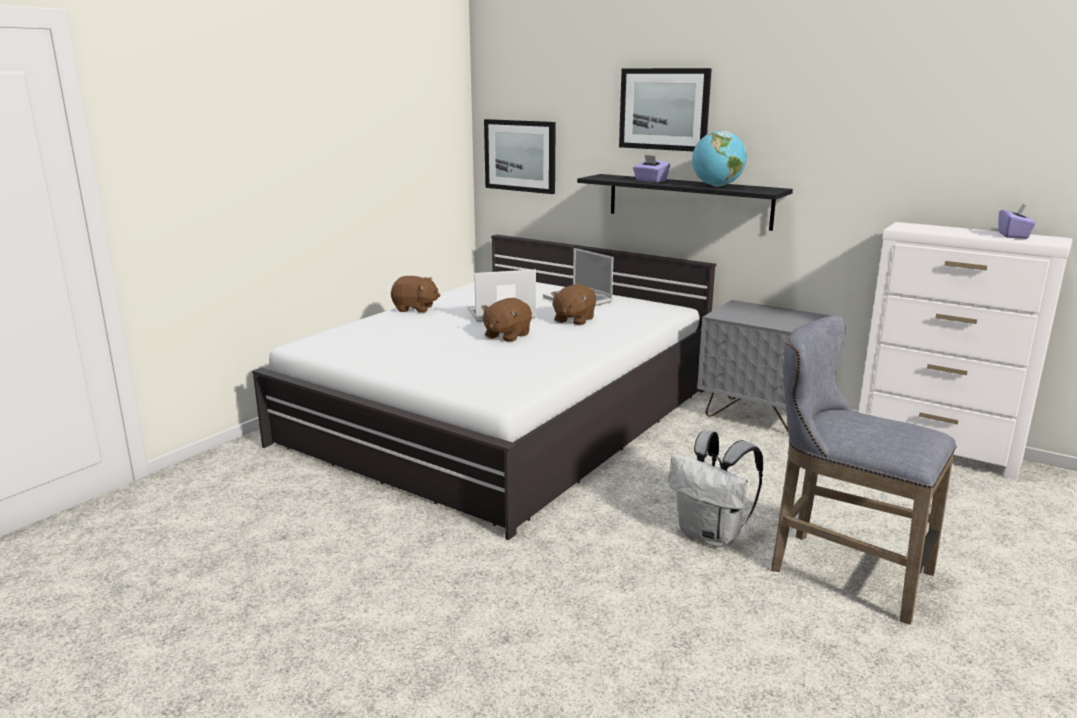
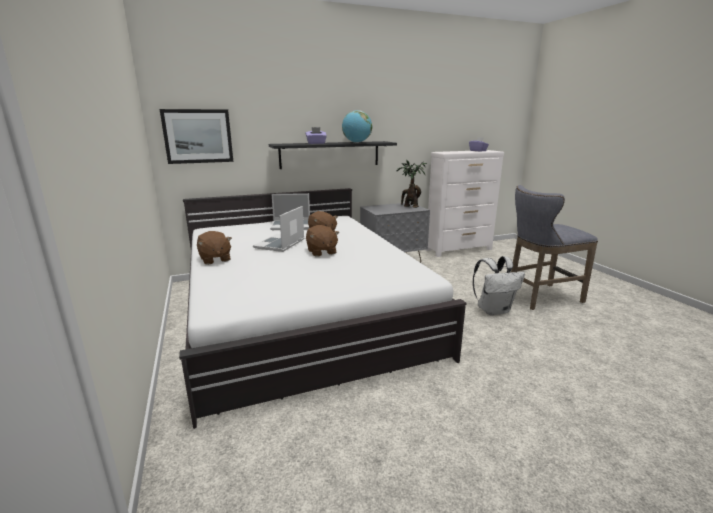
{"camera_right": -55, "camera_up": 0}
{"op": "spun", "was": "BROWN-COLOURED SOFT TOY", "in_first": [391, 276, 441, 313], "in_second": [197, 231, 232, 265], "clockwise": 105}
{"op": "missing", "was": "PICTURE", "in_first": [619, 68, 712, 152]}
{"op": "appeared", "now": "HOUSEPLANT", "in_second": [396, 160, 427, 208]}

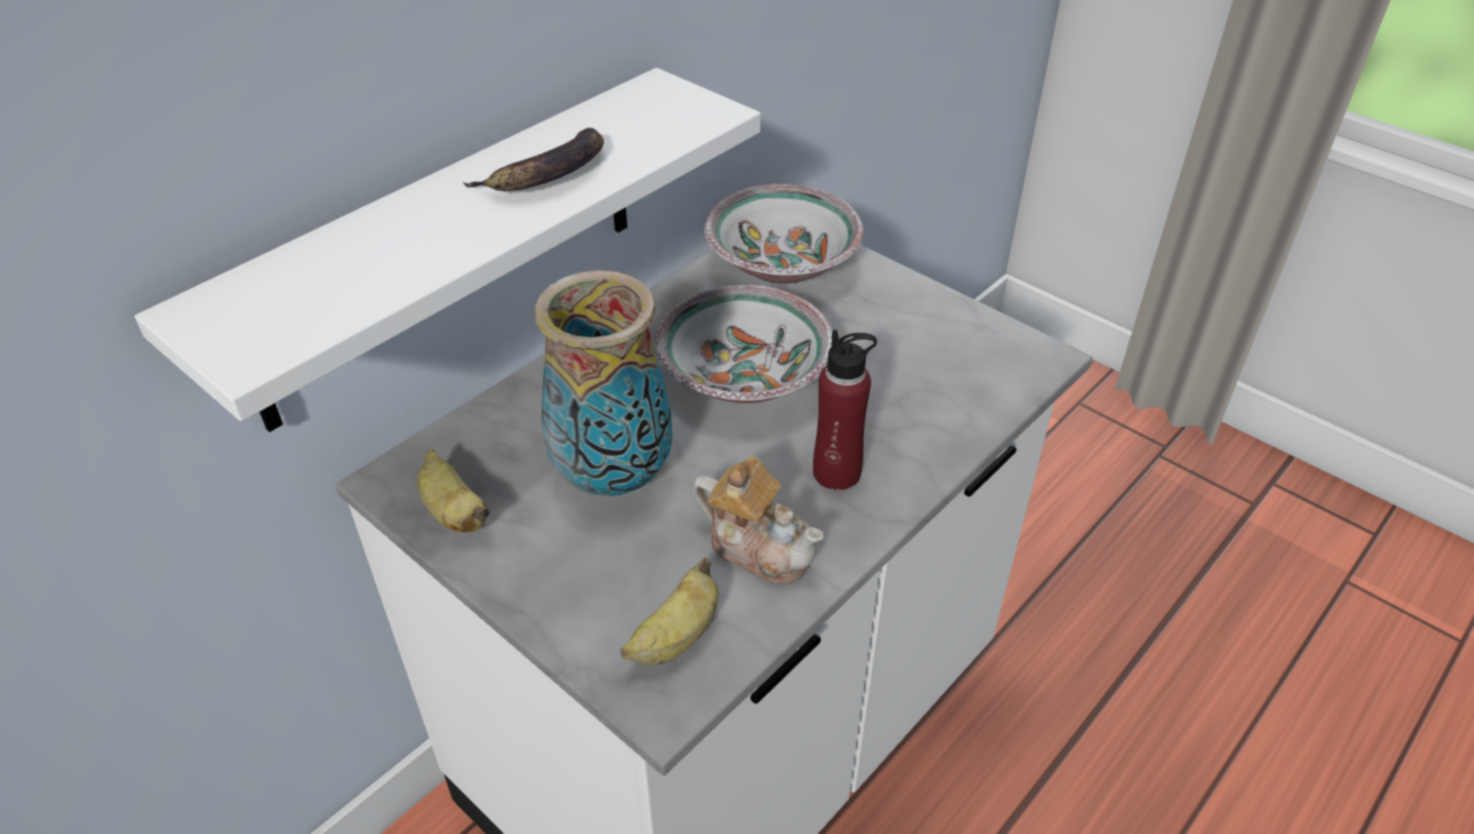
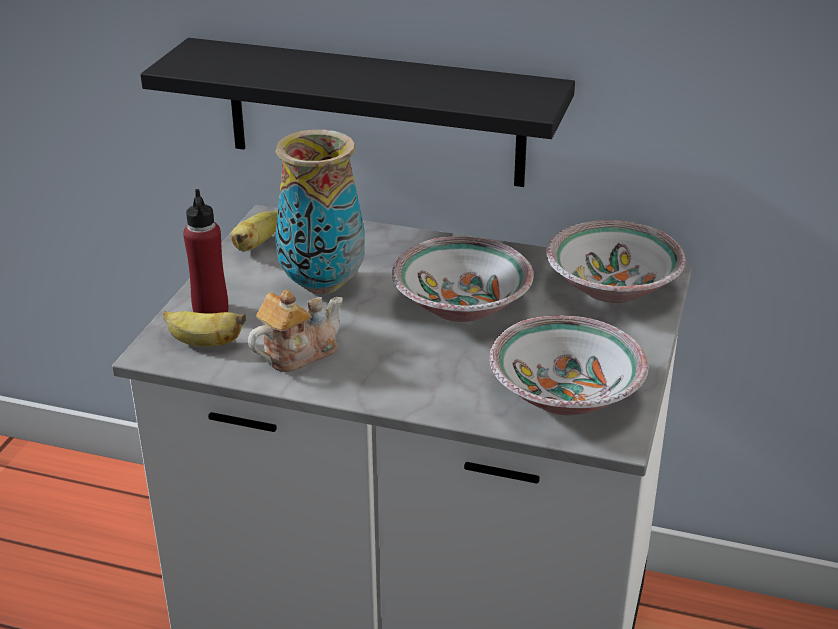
{"camera_right": 65, "camera_up": -10}
{"op": "colour", "was": "WHITE-COLOURED SHELF", "now": "BLACK SHELF", "in_first": [135, 68, 761, 432], "in_second": [140, 38, 575, 187]}
{"op": "missing", "was": "WHOLE BANANA", "in_first": [463, 128, 604, 191]}
{"op": "spun", "was": "TEAPOT", "in_first": [693, 457, 823, 585], "in_second": [248, 290, 343, 372], "clockwise": -135}
{"op": "relocated", "was": "REDDISH DRINK BOTTLE", "in_first": [813, 330, 877, 490], "in_second": [183, 189, 228, 314]}
{"op": "appeared", "now": "BOWL", "in_second": [489, 315, 649, 415]}

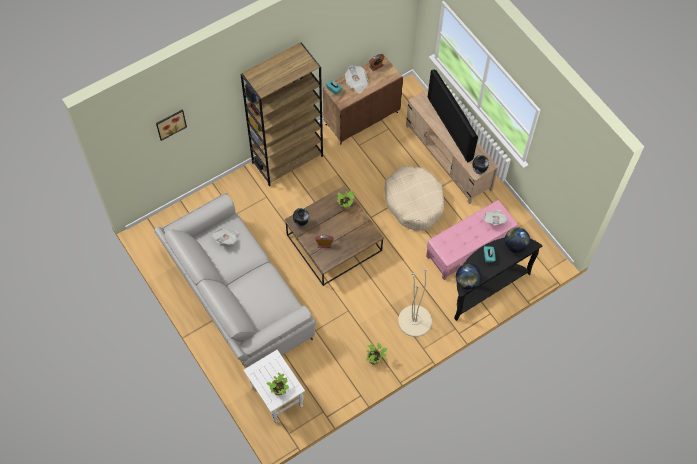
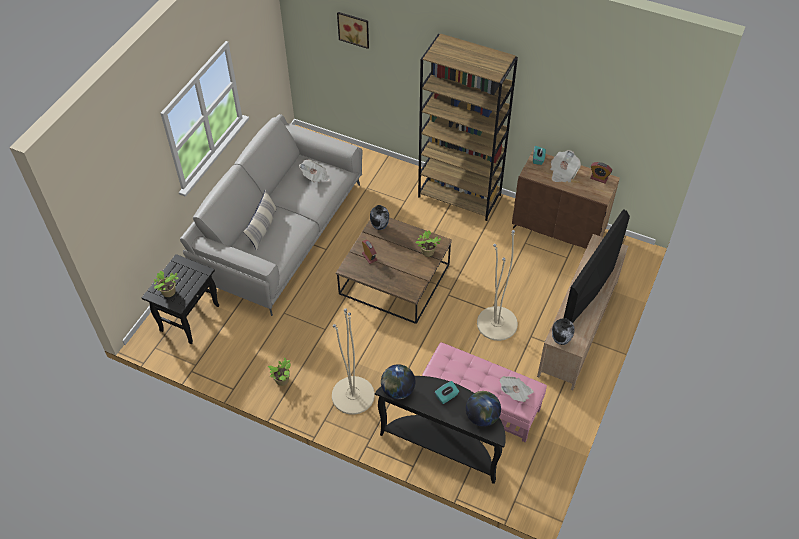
{"camera_right": 60, "camera_up": -10}
{"op": "colour", "was": "WHITE-COLOURED END TABLE", "now": "BLACK END TABLE", "in_first": [243, 350, 305, 423], "in_second": [142, 254, 219, 344]}
{"op": "exchanged", "was": "SAND-COLOURED PET BED", "now": "SAND-COLOURED STANDARD LAMP", "in_first": [384, 166, 444, 231], "in_second": [477, 230, 518, 341]}
{"op": "appeared", "now": "CUSHION", "in_second": [244, 189, 277, 251]}

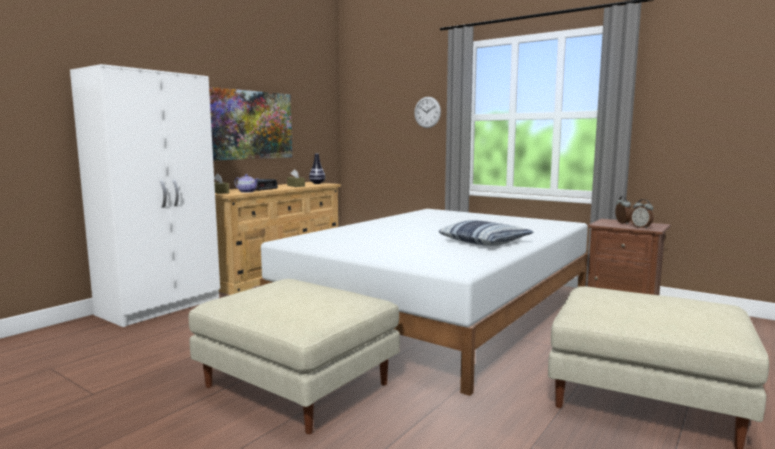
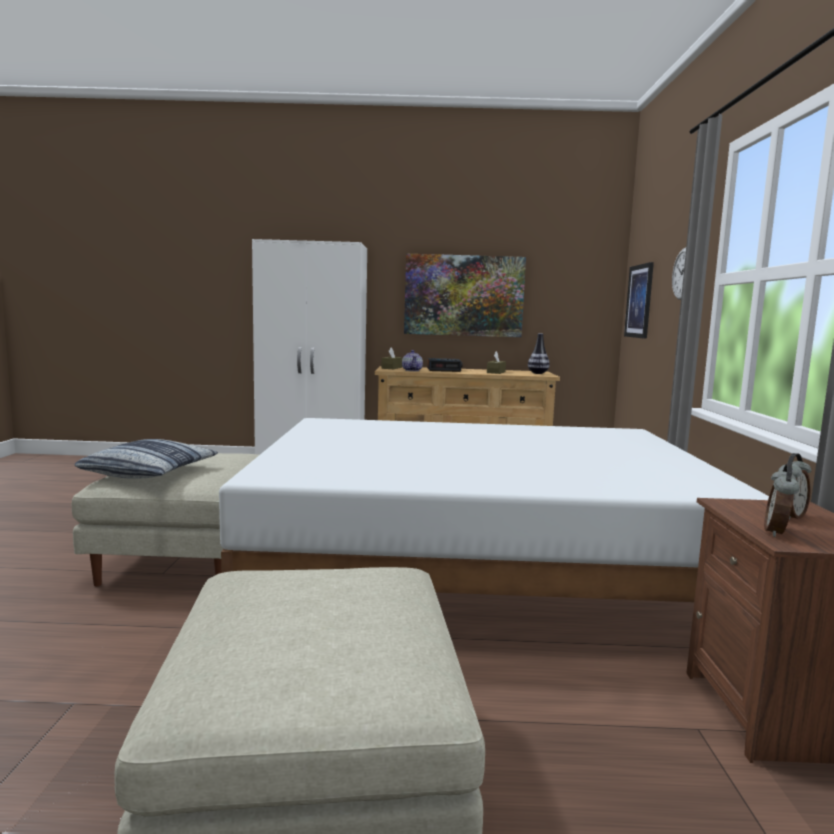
{"camera_right": 55, "camera_up": 0}
{"op": "relocated", "was": "CUSHION", "in_first": [439, 220, 534, 246], "in_second": [74, 439, 218, 479]}
{"op": "appeared", "now": "PICTURE", "in_second": [624, 262, 654, 339]}

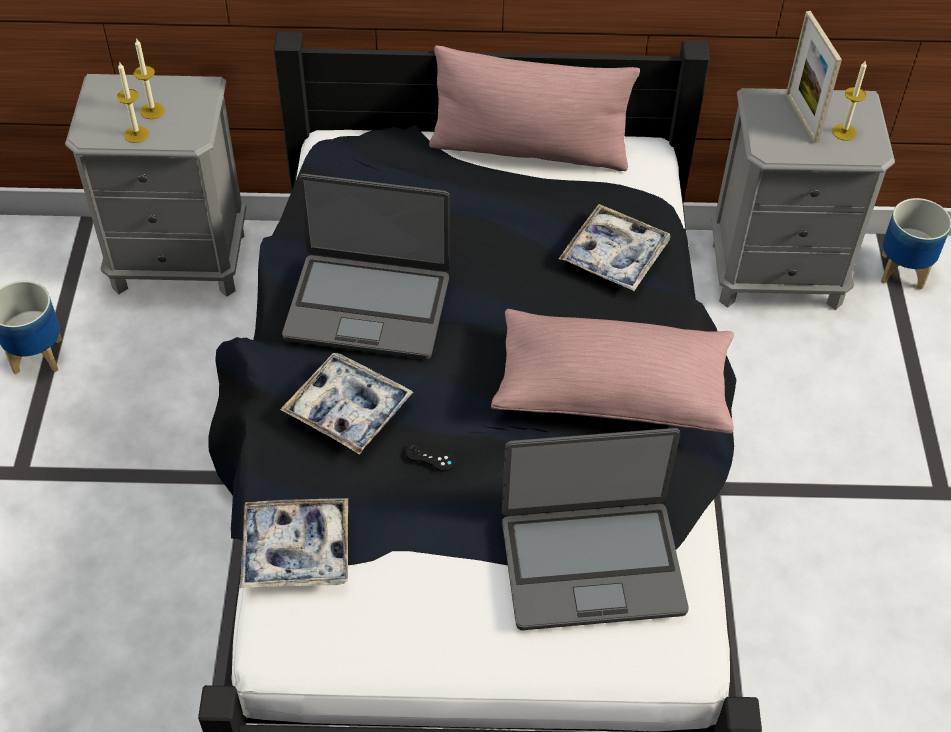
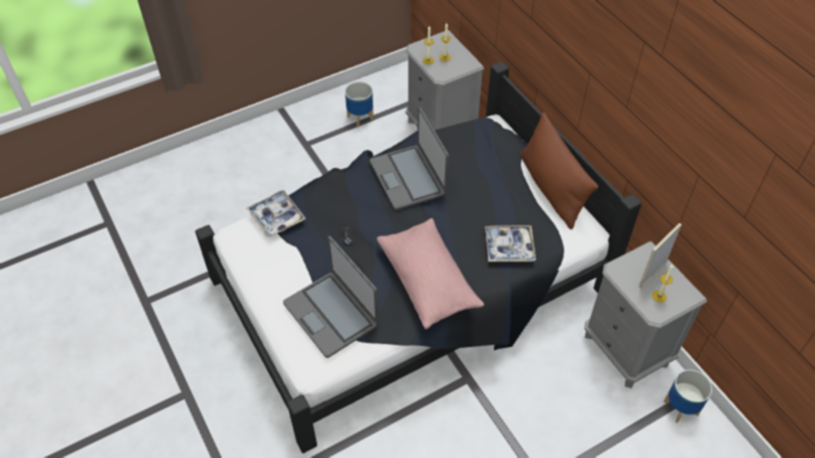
{"camera_right": 60, "camera_up": 0}
{"op": "missing", "was": "TRAY", "in_first": [280, 353, 413, 455]}
{"op": "colour", "was": "PINK CUSHION", "now": "BROWN-COLOURED CUSHION", "in_first": [429, 45, 640, 171], "in_second": [520, 112, 599, 229]}

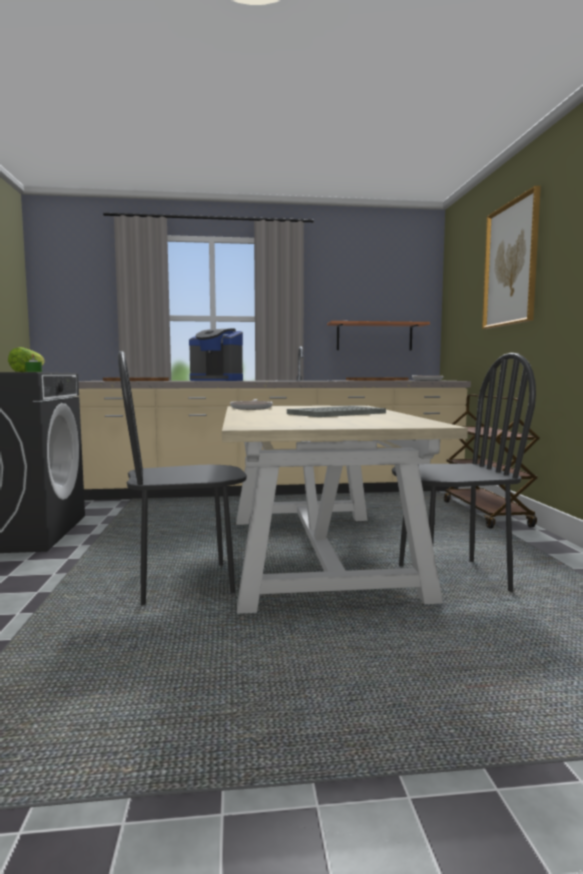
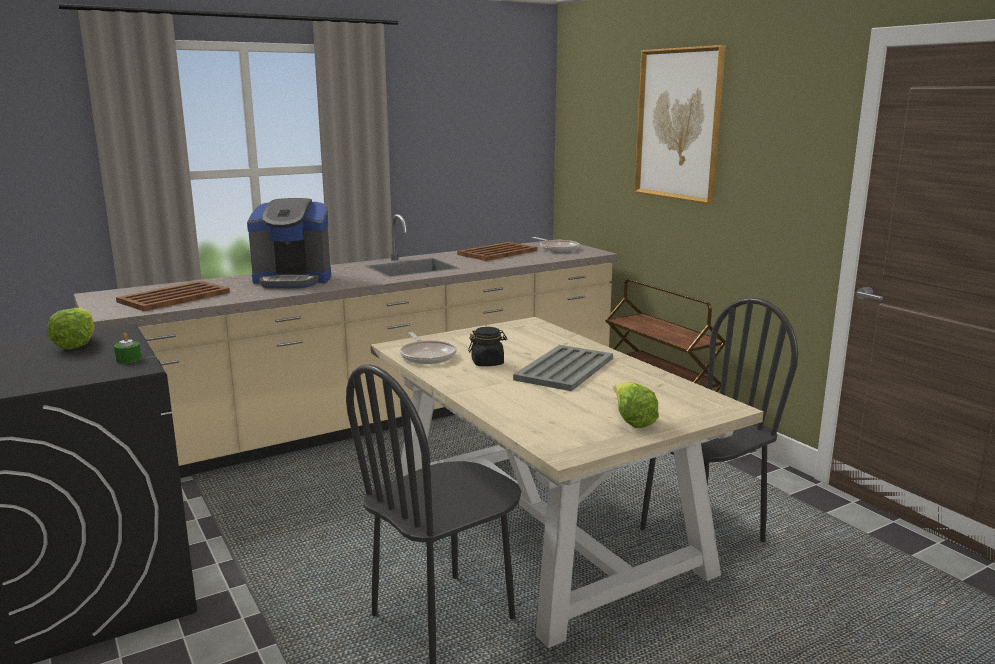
{"camera_right": -25, "camera_up": 10}
{"op": "missing", "was": "SHELF", "in_first": [327, 321, 430, 351]}
{"op": "appeared", "now": "BLACK STORAGE JAR", "in_second": [468, 327, 507, 366]}
{"op": "appeared", "now": "HEAD OF LETTUCE", "in_second": [613, 382, 659, 428]}

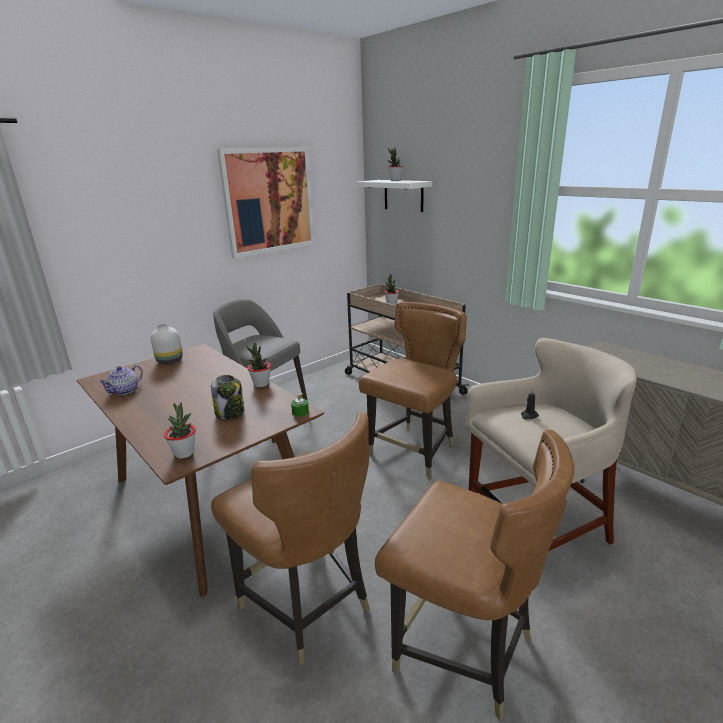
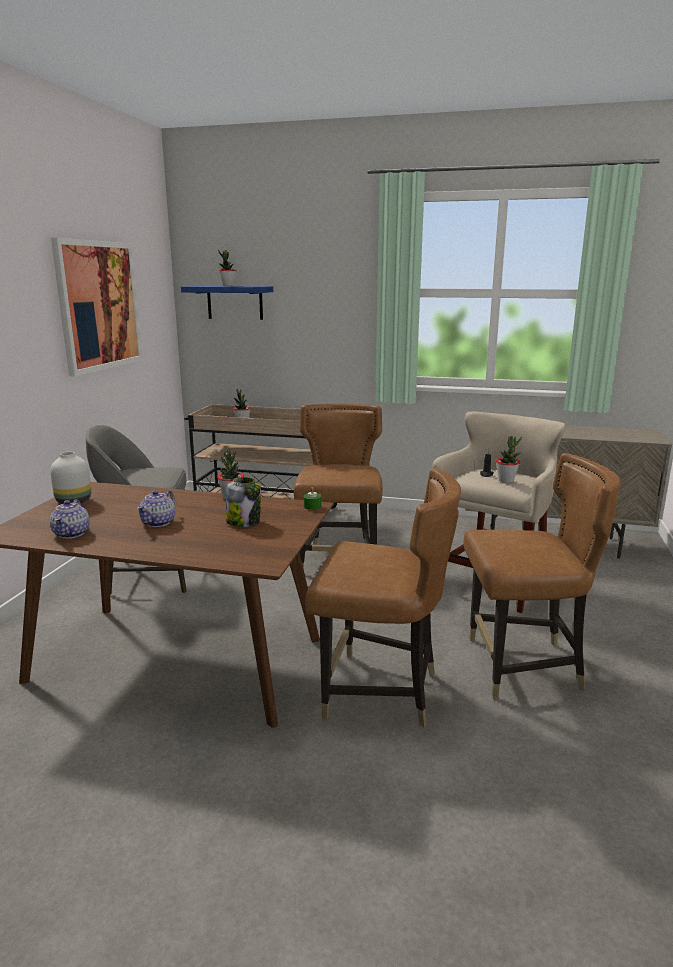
{"camera_right": -35, "camera_up": -5}
{"op": "relocated", "was": "HOUSEPLANT", "in_first": [164, 402, 196, 458], "in_second": [496, 436, 522, 483]}
{"op": "colour", "was": "WHITE-COLOURED SHELF", "now": "BLUISH SHELF", "in_first": [356, 180, 432, 212], "in_second": [181, 286, 273, 320]}
{"op": "appeared", "now": "TEAPOT", "in_second": [137, 490, 175, 527]}

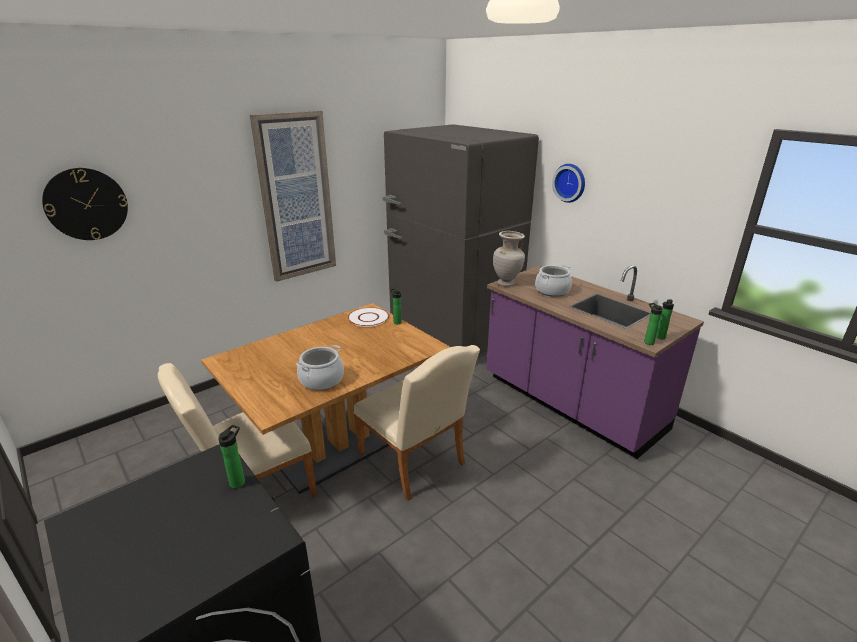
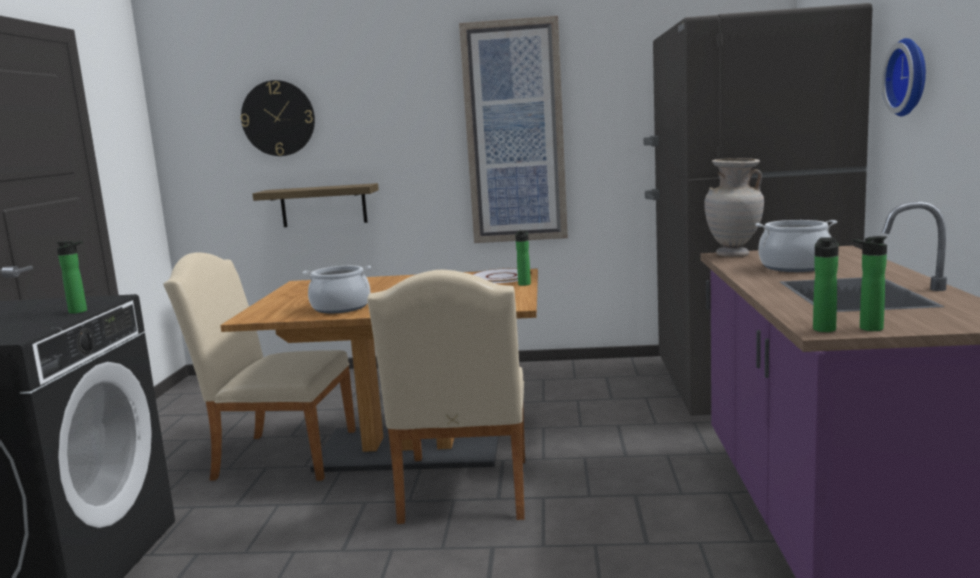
{"camera_right": 45, "camera_up": -15}
{"op": "appeared", "now": "SHELF", "in_second": [252, 183, 379, 227]}

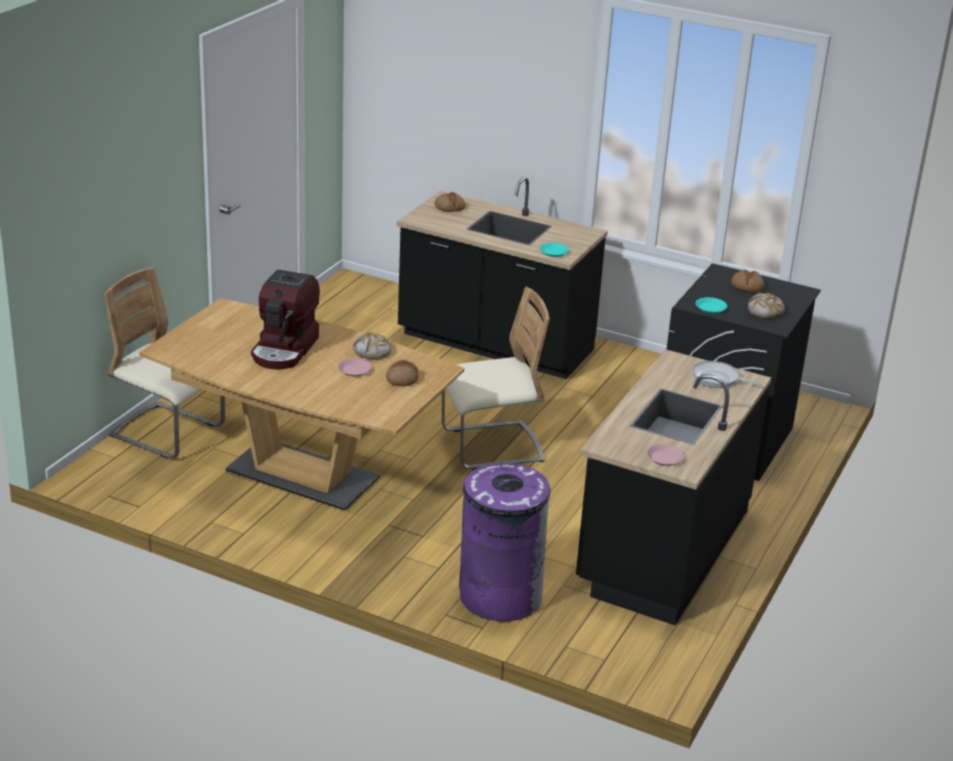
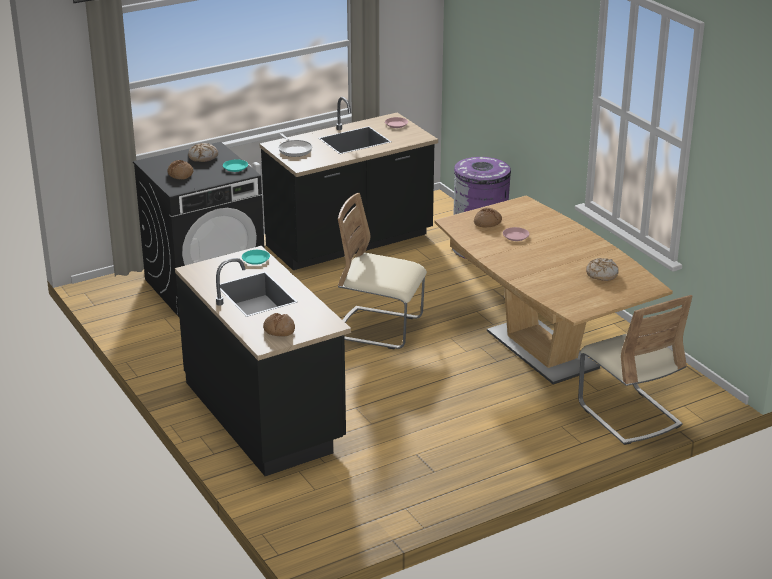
{"camera_right": -145, "camera_up": 0}
{"op": "missing", "was": "COFFEE MACHINE", "in_first": [251, 270, 320, 369]}
{"op": "relocated", "was": "BREAD", "in_first": [353, 332, 391, 359], "in_second": [586, 258, 619, 281]}

